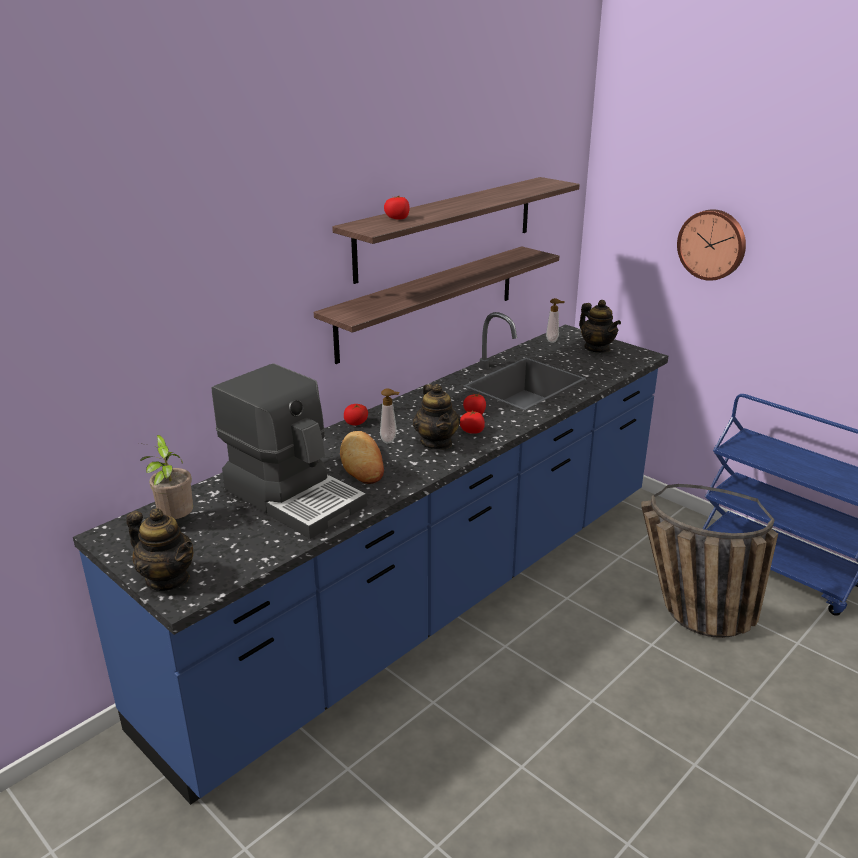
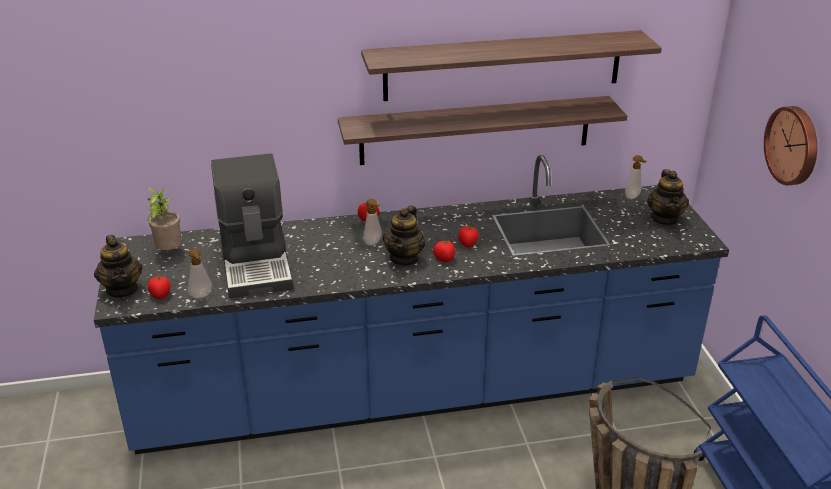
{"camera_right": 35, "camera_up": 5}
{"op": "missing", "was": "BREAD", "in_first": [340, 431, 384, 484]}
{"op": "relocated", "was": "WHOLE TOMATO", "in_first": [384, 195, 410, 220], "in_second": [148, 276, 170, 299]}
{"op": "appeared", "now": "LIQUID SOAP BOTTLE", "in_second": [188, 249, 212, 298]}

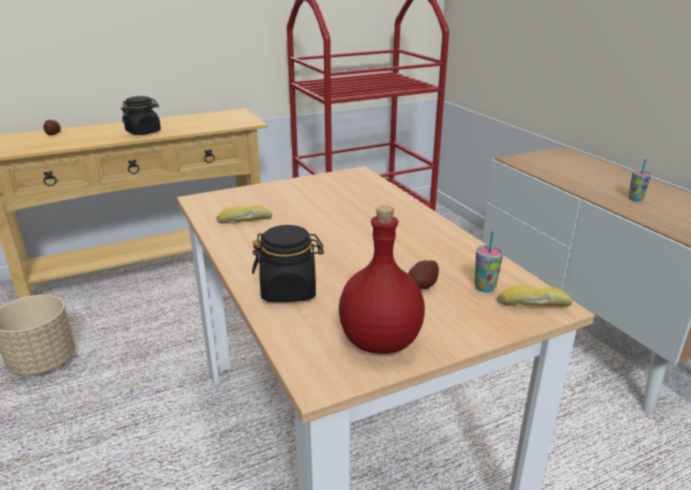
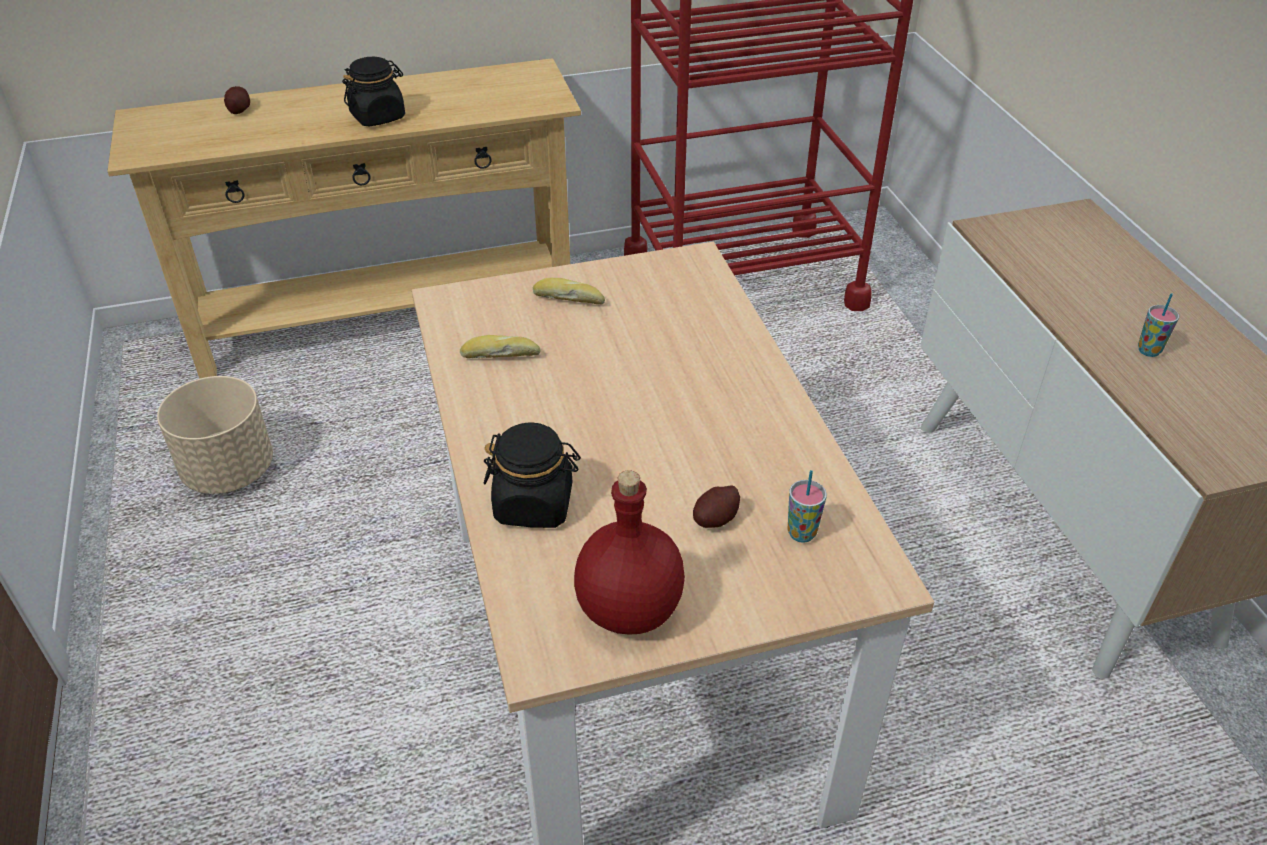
{"camera_right": 10, "camera_up": 15}
{"op": "relocated", "was": "BREAD", "in_first": [497, 285, 572, 306], "in_second": [532, 278, 605, 305]}

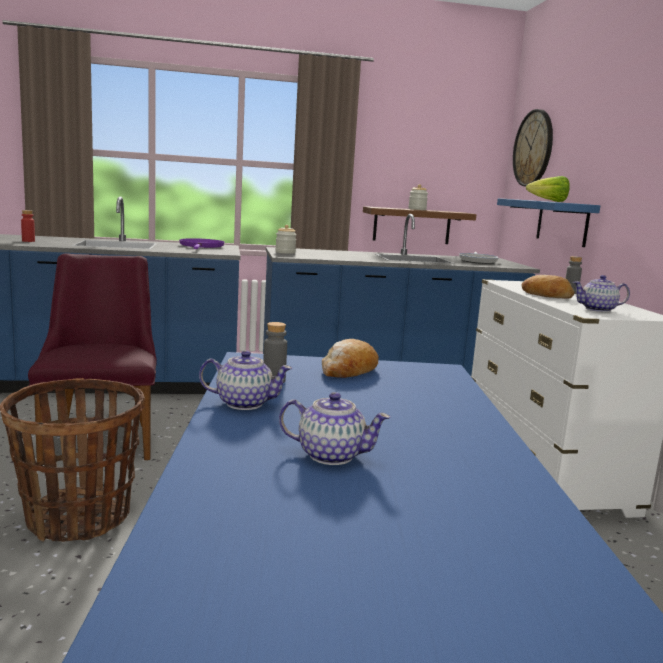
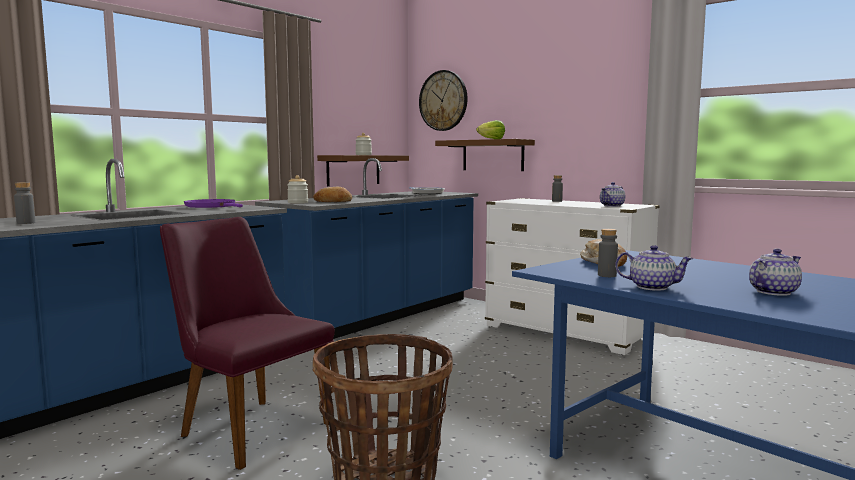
{"camera_right": -40, "camera_up": -5}
{"op": "colour", "was": "REDDISH DRINK BOTTLE", "now": "GRAY DRINK BOTTLE", "in_first": [21, 210, 35, 242], "in_second": [14, 182, 35, 224]}
{"op": "spun", "was": "TEAPOT", "in_first": [199, 351, 293, 410], "in_second": [615, 245, 694, 291], "clockwise": 60}
{"op": "colour", "was": "BLUISH SHELF", "now": "BROWN-COLOURED SHELF", "in_first": [497, 198, 600, 247], "in_second": [435, 139, 535, 171]}
{"op": "relocated", "was": "BREAD", "in_first": [522, 275, 574, 299], "in_second": [313, 187, 352, 202]}

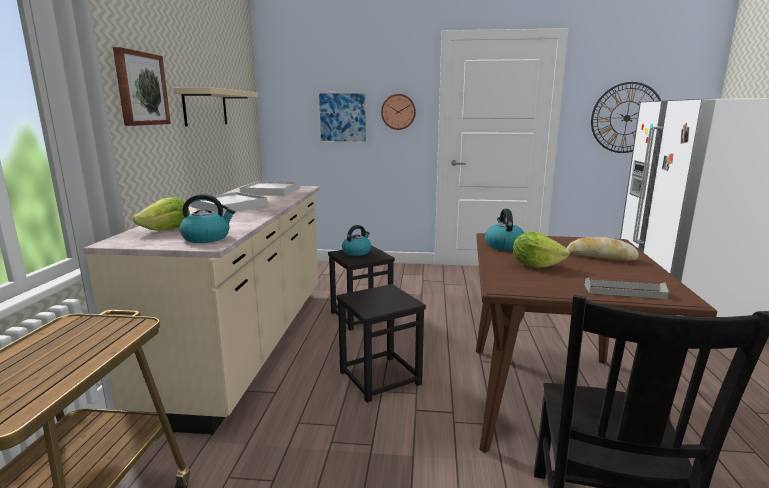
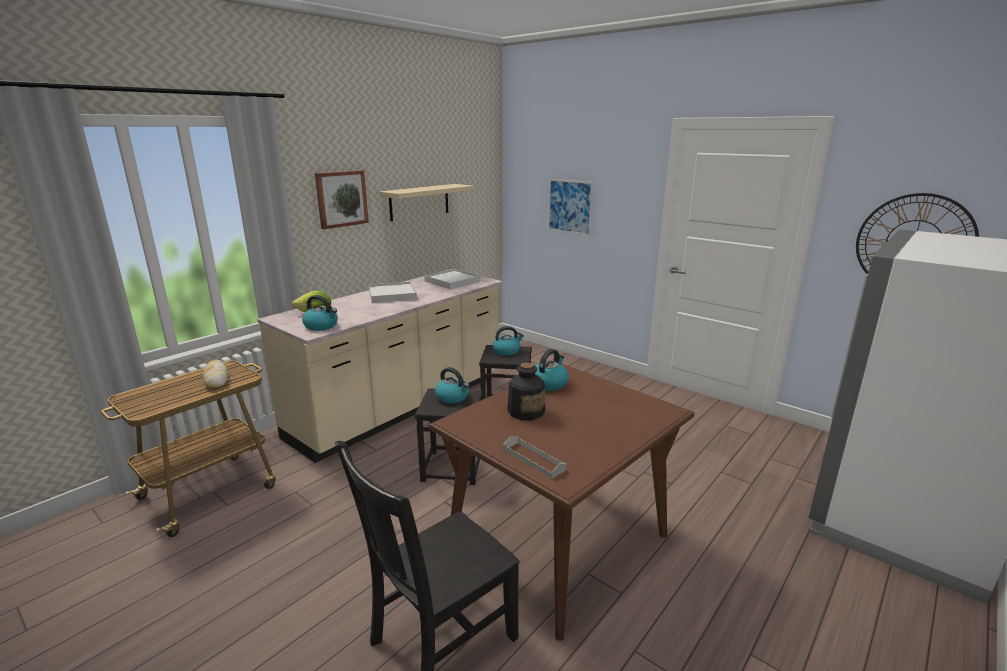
{"camera_right": 35, "camera_up": 5}
{"op": "missing", "was": "WALL CLOCK", "in_first": [381, 94, 416, 130]}
{"op": "exchanged", "was": "HEAD OF LETTUCE", "now": "DRINK BOTTLE", "in_first": [513, 231, 570, 268], "in_second": [507, 363, 545, 420]}
{"op": "relocated", "was": "BREAD", "in_first": [567, 237, 639, 261], "in_second": [203, 360, 228, 388]}
{"op": "appeared", "now": "KETTLE", "in_second": [435, 367, 469, 403]}

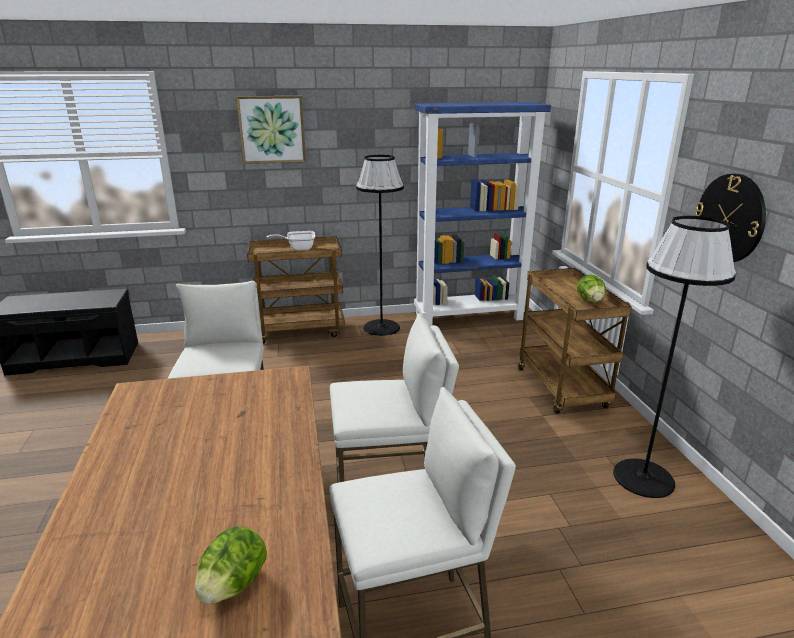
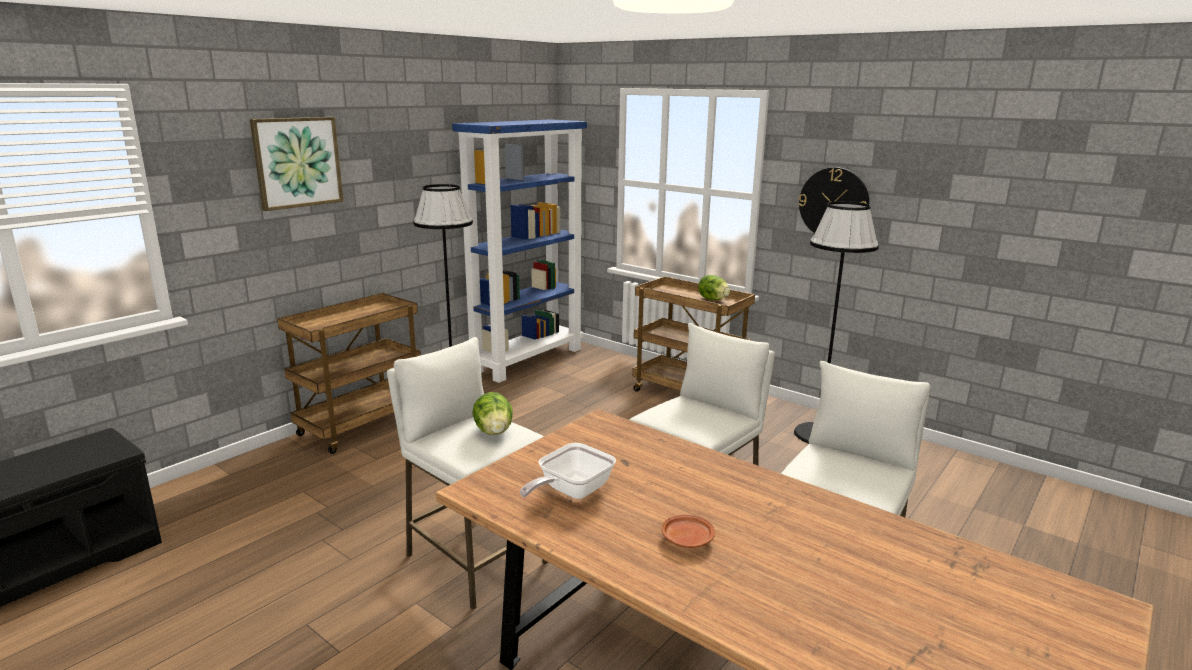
{"camera_right": -40, "camera_up": -5}
{"op": "relocated", "was": "HEAD OF LETTUCE", "in_first": [195, 526, 267, 604], "in_second": [473, 392, 513, 435]}
{"op": "relocated", "was": "PAN", "in_first": [267, 231, 315, 250], "in_second": [520, 443, 616, 499]}
{"op": "appeared", "now": "BROWN-COLOURED FLAT DISH", "in_second": [661, 515, 715, 548]}

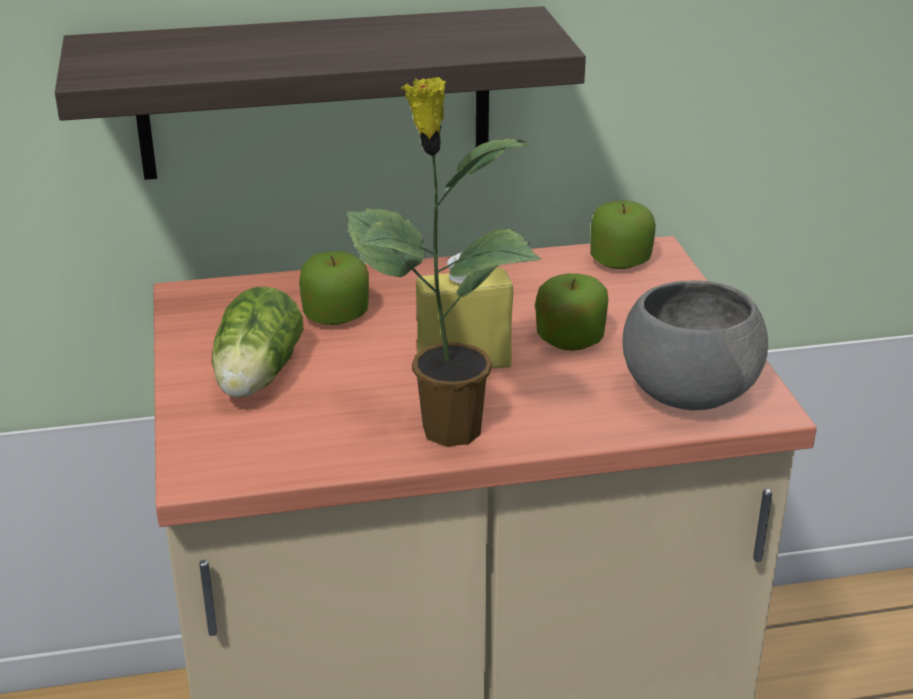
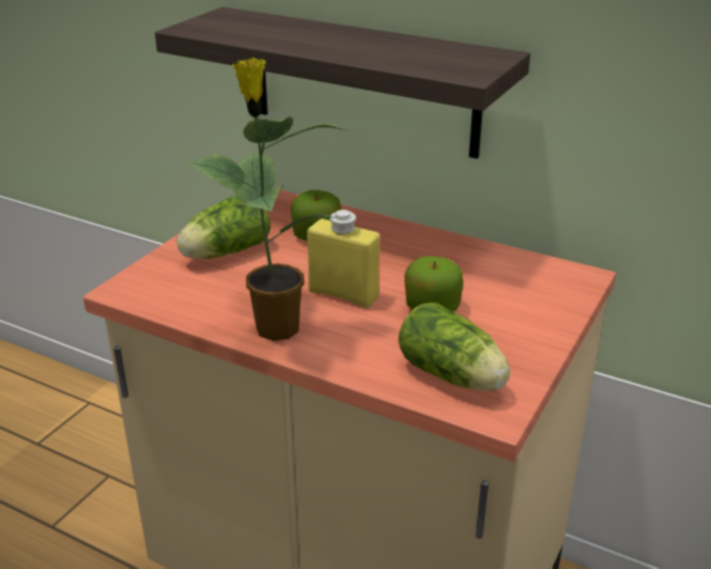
{"camera_right": 40, "camera_up": 0}
{"op": "missing", "was": "APPLE FRUIT", "in_first": [590, 200, 656, 269]}
{"op": "exchanged", "was": "GRAY BOWL", "now": "HEAD OF LETTUCE", "in_first": [623, 280, 768, 410], "in_second": [398, 303, 510, 391]}

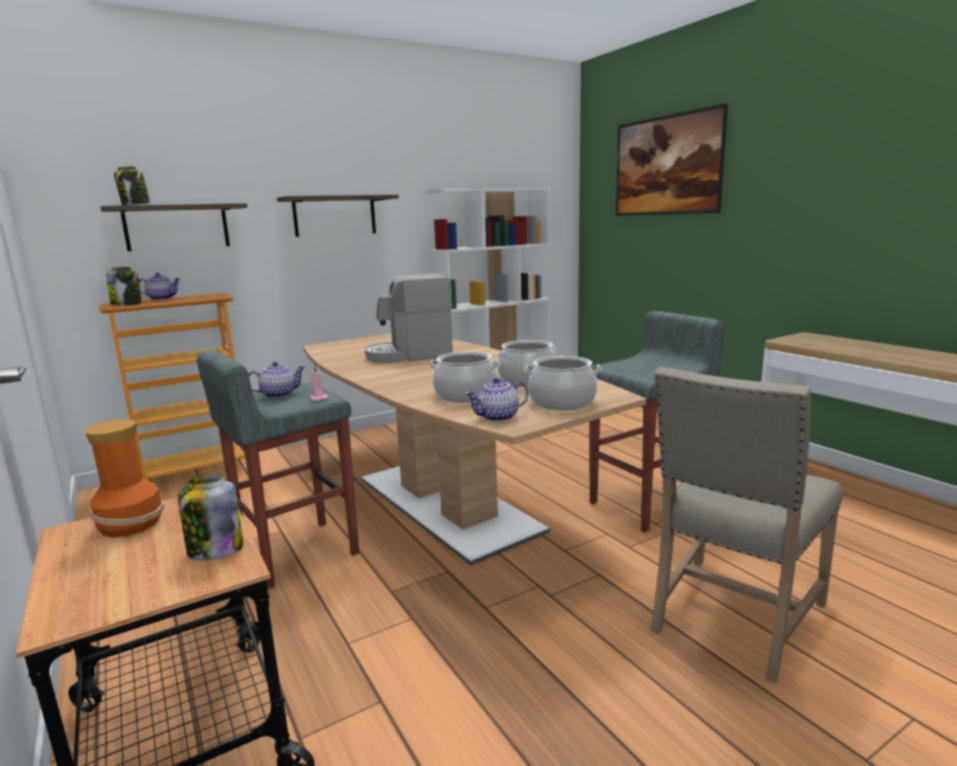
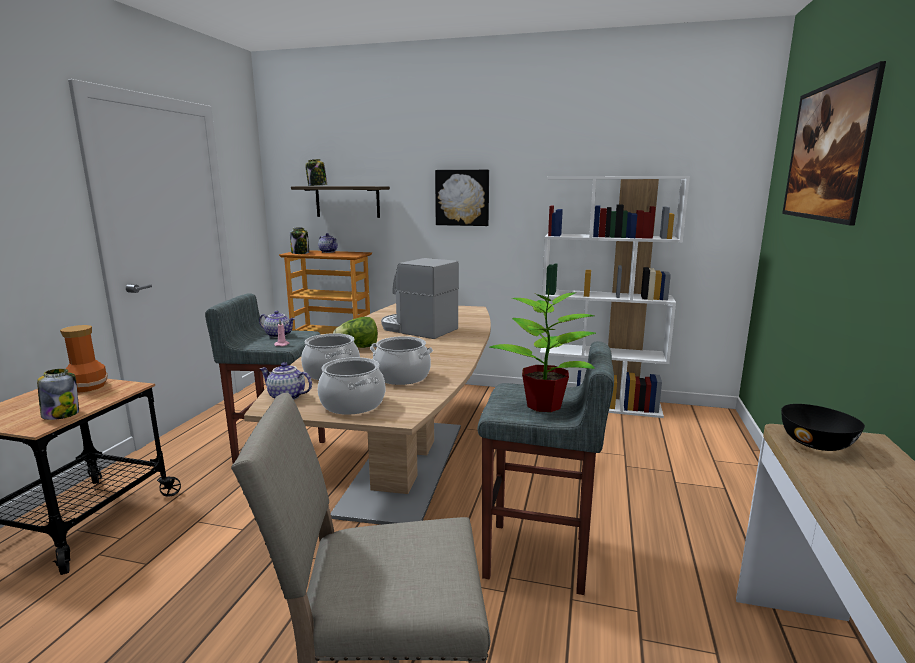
{"camera_right": 45, "camera_up": 0}
{"op": "exchanged", "was": "SHELF", "now": "PICTURE", "in_first": [277, 195, 399, 237], "in_second": [435, 170, 489, 226]}
{"op": "appeared", "now": "HEAD OF LETTUCE", "in_second": [333, 317, 378, 348]}
{"op": "appeared", "now": "HOUSEPLANT", "in_second": [489, 284, 596, 412]}
{"op": "appeared", "now": "BLACK BOWL", "in_second": [781, 404, 865, 451]}

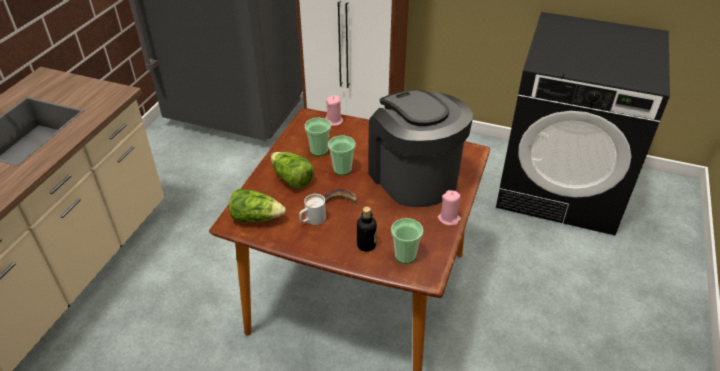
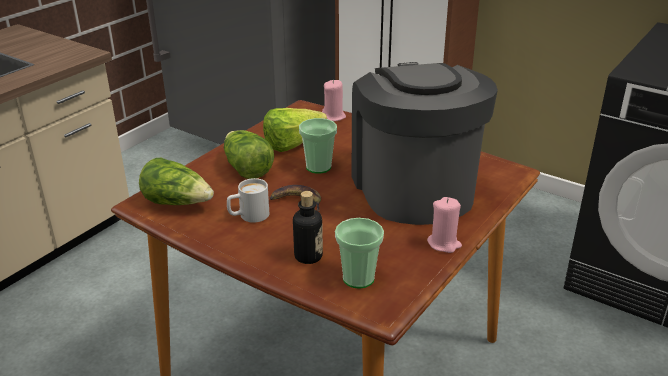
{"camera_right": 15, "camera_up": -10}
{"op": "exchanged", "was": "SMALL CUP", "now": "HEAD OF LETTUCE", "in_first": [305, 118, 331, 156], "in_second": [263, 108, 327, 152]}

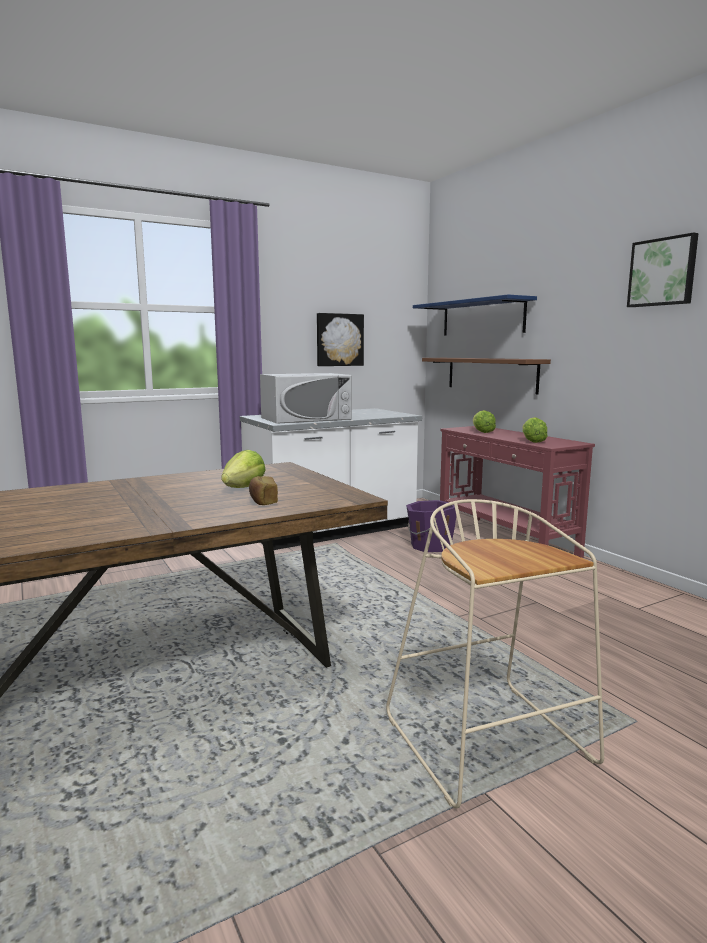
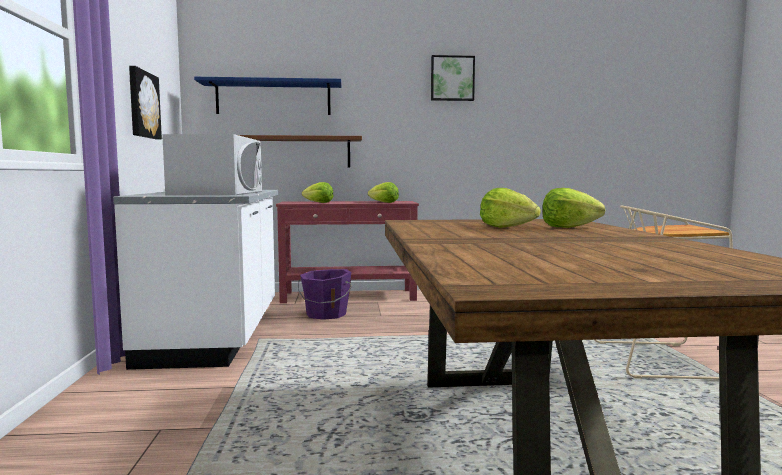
{"camera_right": -65, "camera_up": -5}
{"op": "exchanged", "was": "BREAD", "now": "HEAD OF LETTUCE", "in_first": [249, 476, 278, 505], "in_second": [542, 188, 605, 228]}

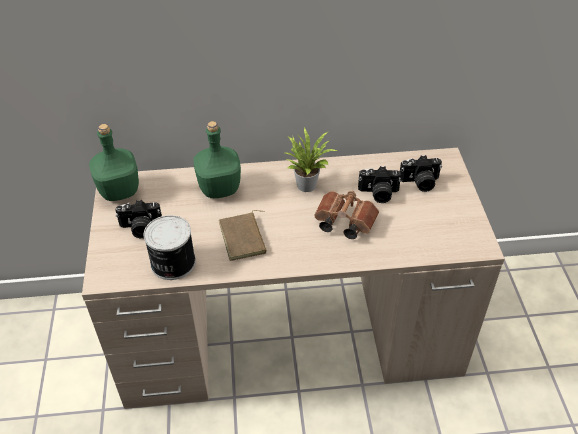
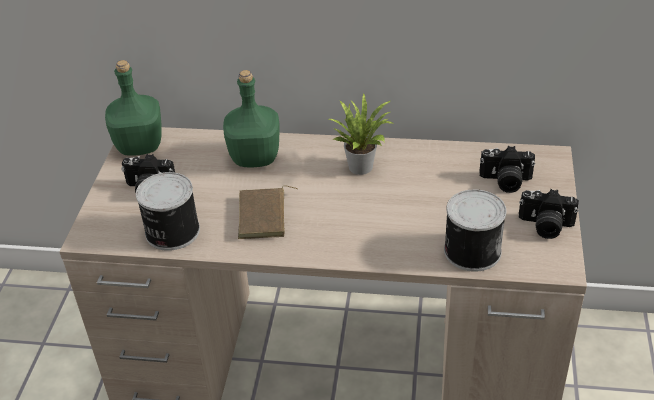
{"camera_right": 15, "camera_up": -5}
{"op": "missing", "was": "BROWN-COLOURED FIELD GLASSES", "in_first": [314, 191, 379, 239]}
{"op": "relocated", "was": "STILL CAMERA", "in_first": [358, 166, 402, 203], "in_second": [519, 189, 579, 239]}
{"op": "appeared", "now": "CAN", "in_second": [444, 190, 506, 272]}

